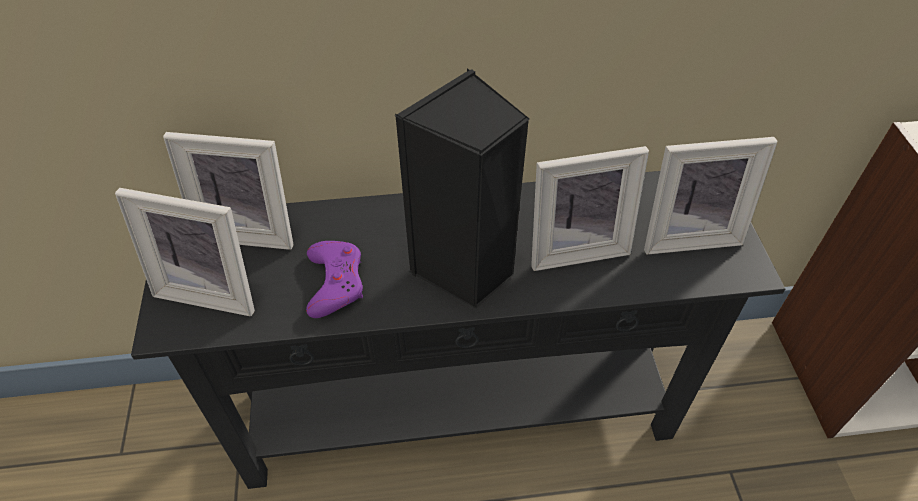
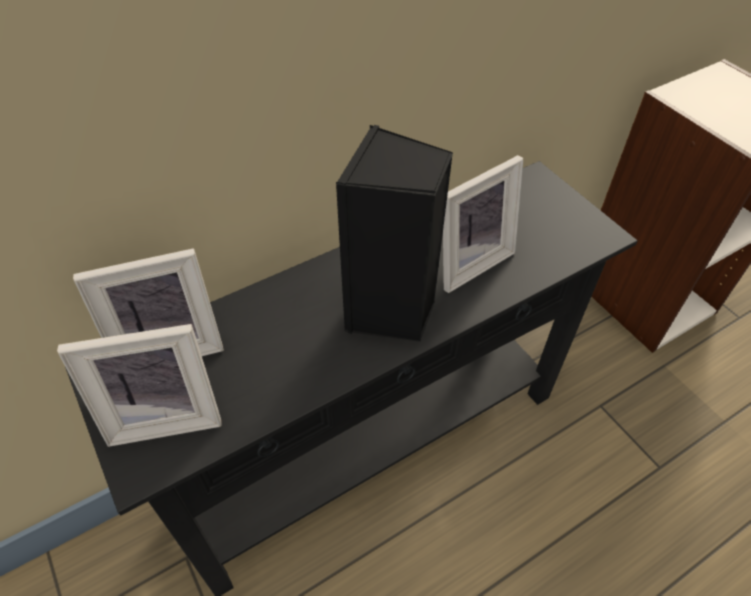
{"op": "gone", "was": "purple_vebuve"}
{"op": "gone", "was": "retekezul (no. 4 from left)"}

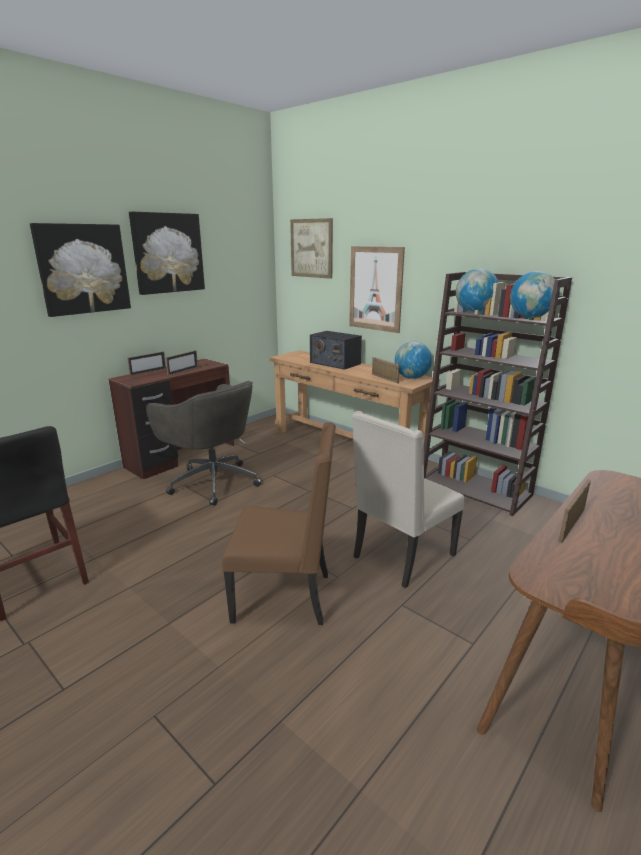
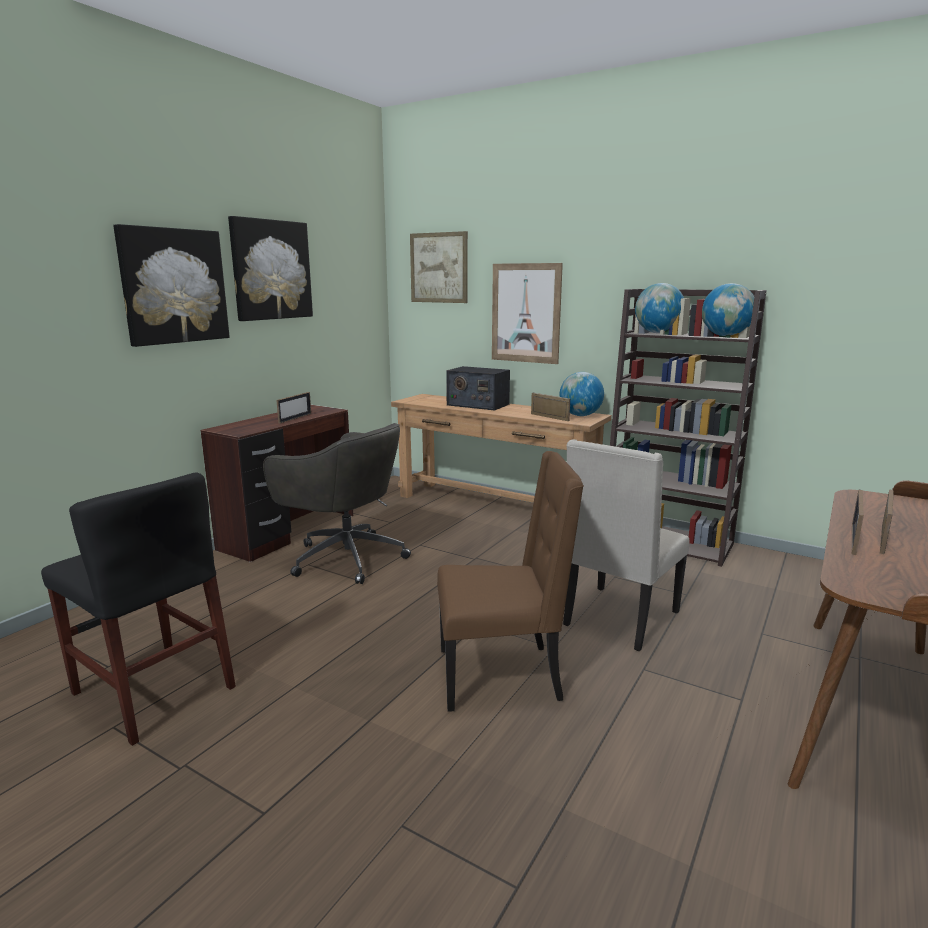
{"op": "shifted", "was": "retekezul (no. 1 from left in the first image)", "now": "retekezul (no. 4 from left)"}

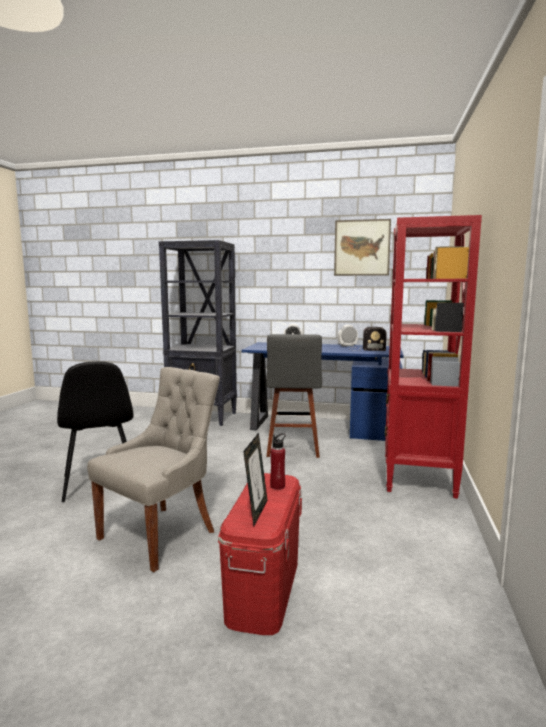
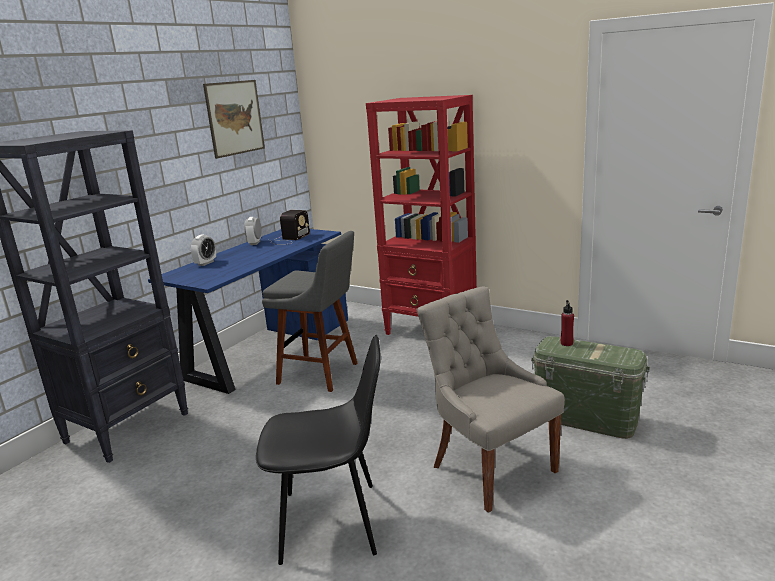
{"op": "repainted", "was": "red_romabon", "now": "green_romabon"}
{"op": "gone", "was": "retekezul"}

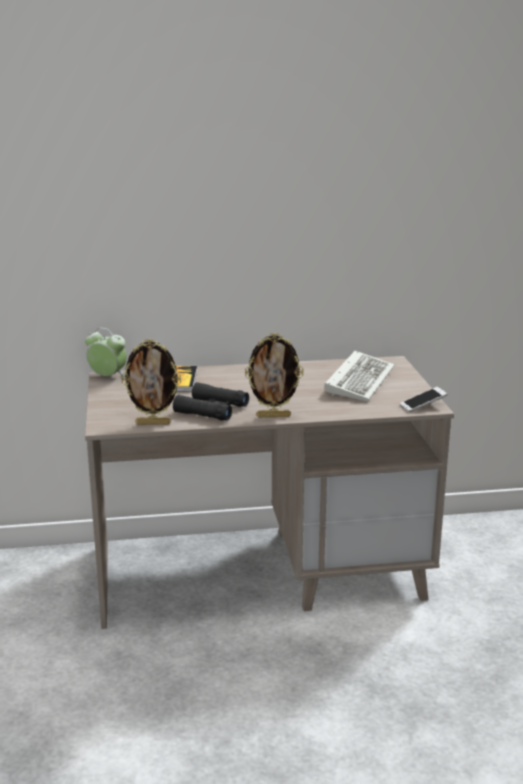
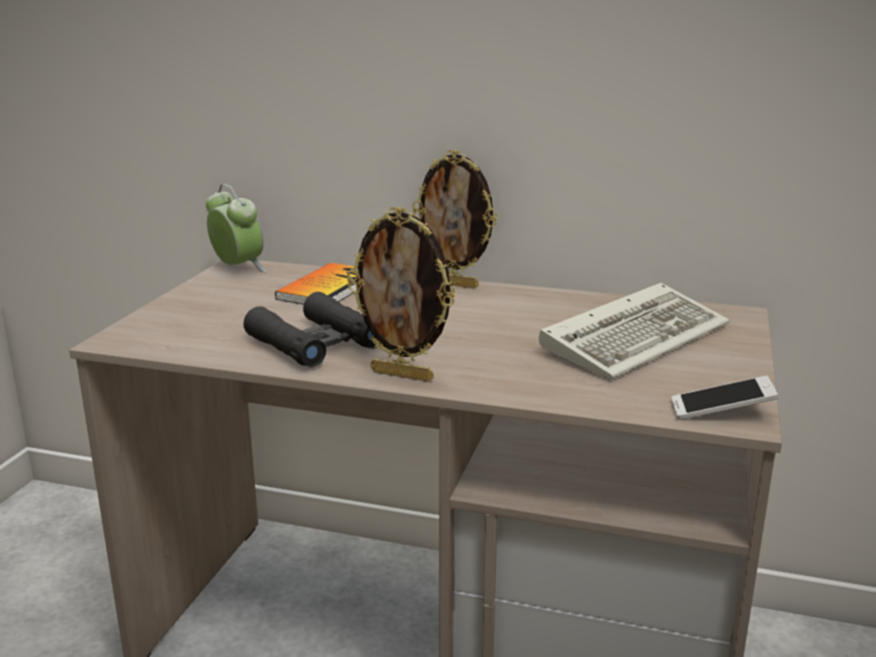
{"op": "shifted", "was": "retekezul (no. 1 from left in the first image)", "now": "retekezul (no. 2 from left)"}

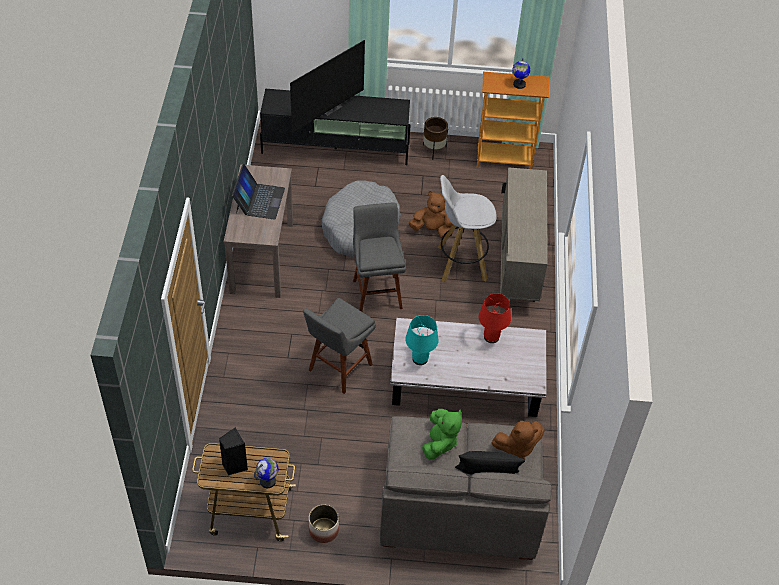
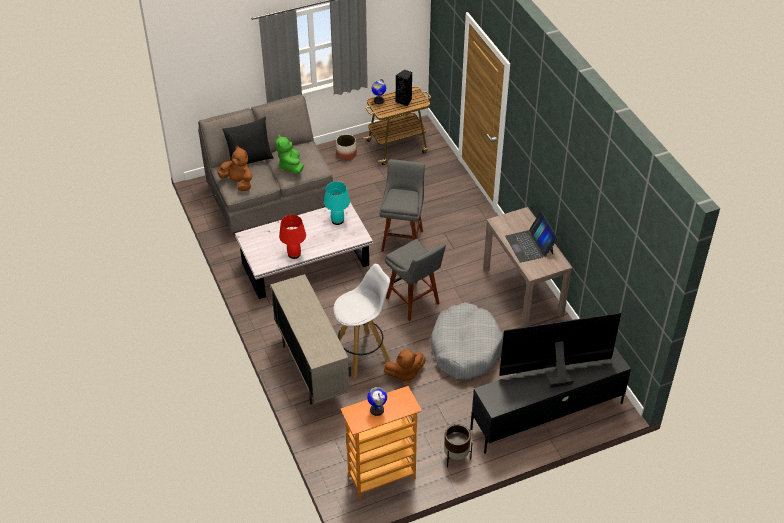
{"op": "rotated", "was": "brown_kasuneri (no. 2 from left in the first image)", "clockwise": 75}
{"op": "rotated", "was": "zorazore", "clockwise": 60}

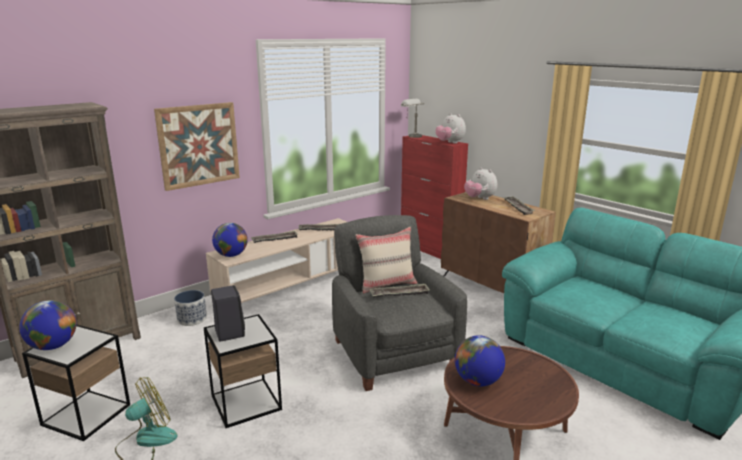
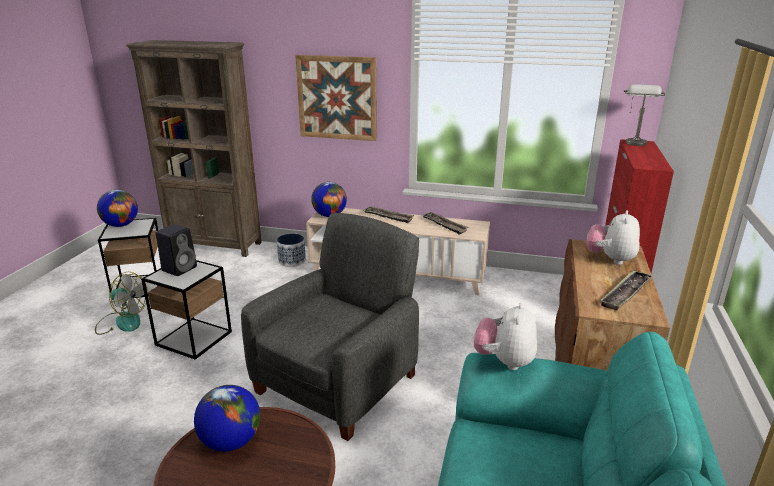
{"op": "shifted", "was": "kasuneri (no. 1 from left)"}
{"op": "gone", "was": "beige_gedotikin"}
{"op": "gone", "was": "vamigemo (no. 3 from left)"}

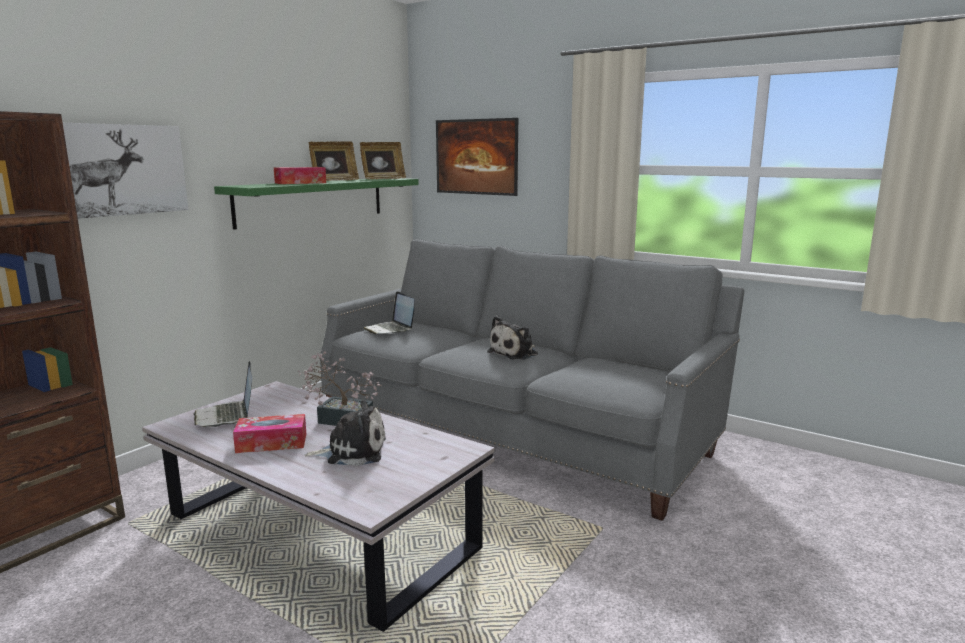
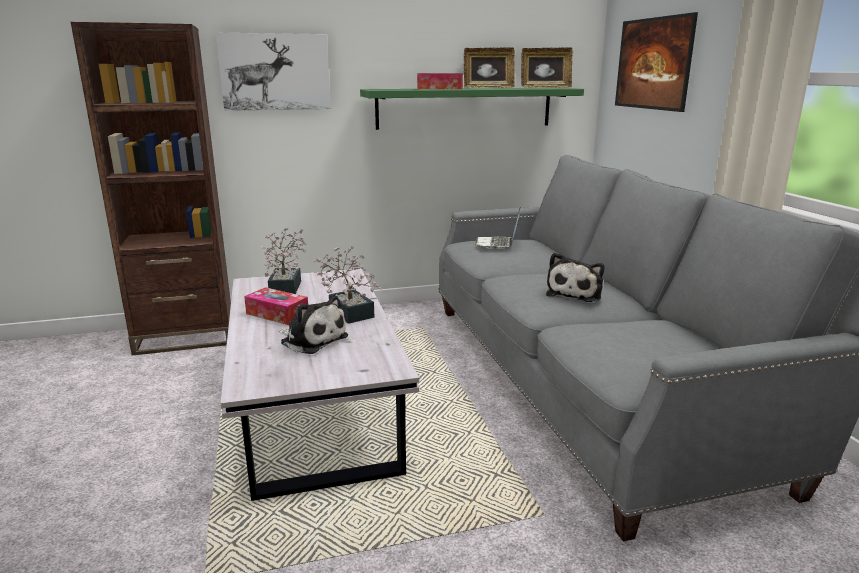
{"op": "swapped", "was": "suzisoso (no. 1 from left)", "now": "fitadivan (no. 1 from left)"}
{"op": "rotated", "was": "kasuneri (no. 2 from left)", "clockwise": -60}

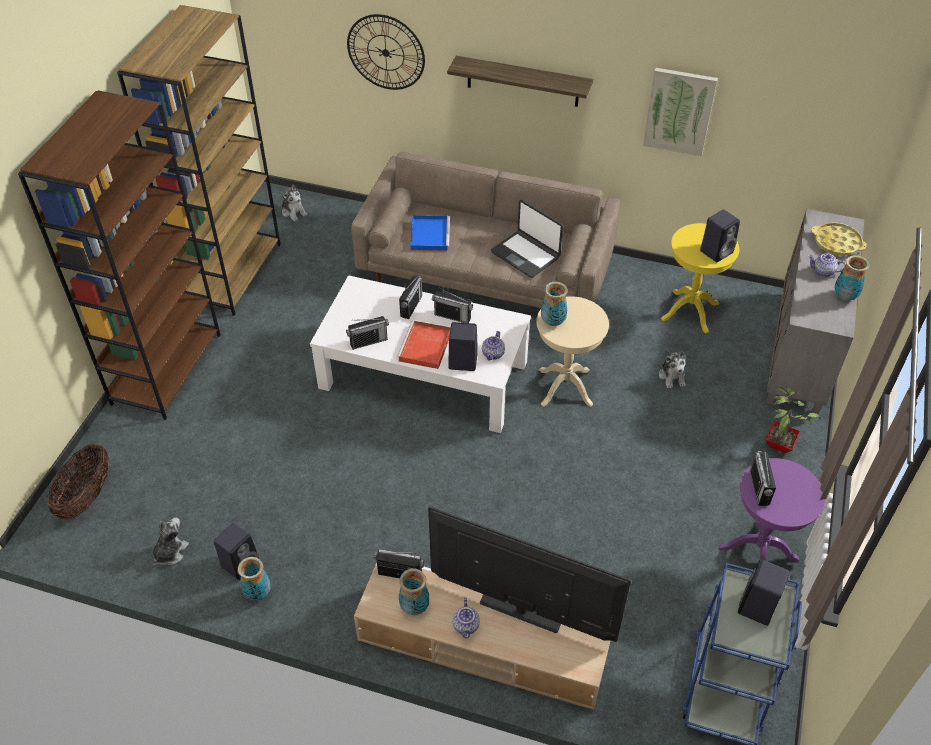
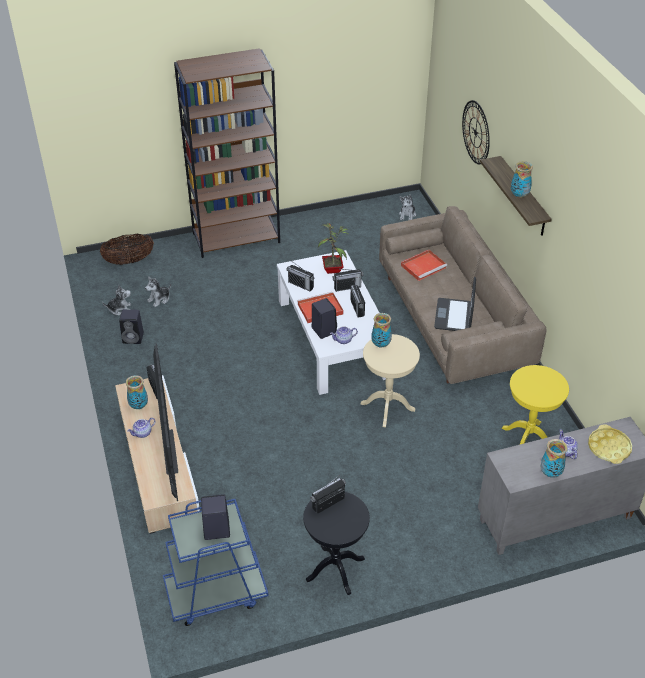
{"op": "shifted", "was": "kasuneri (no. 3 from left in the first image)", "now": "kasuneri (no. 2 from left)"}
{"op": "repainted", "was": "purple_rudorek", "now": "black_rudorek"}
{"op": "shifted", "was": "fitadivan"}
{"op": "repainted", "was": "blue_vamigemo", "now": "red_vamigemo (no. 2 from left)"}
{"op": "shifted", "was": "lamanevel (no. 1 from left in the first image)", "now": "lamanevel (no. 3 from left)"}
{"op": "gone", "was": "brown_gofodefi (no. 2 from left)"}
{"op": "gone", "was": "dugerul"}
{"op": "gone", "was": "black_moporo (no. 3 from left)"}

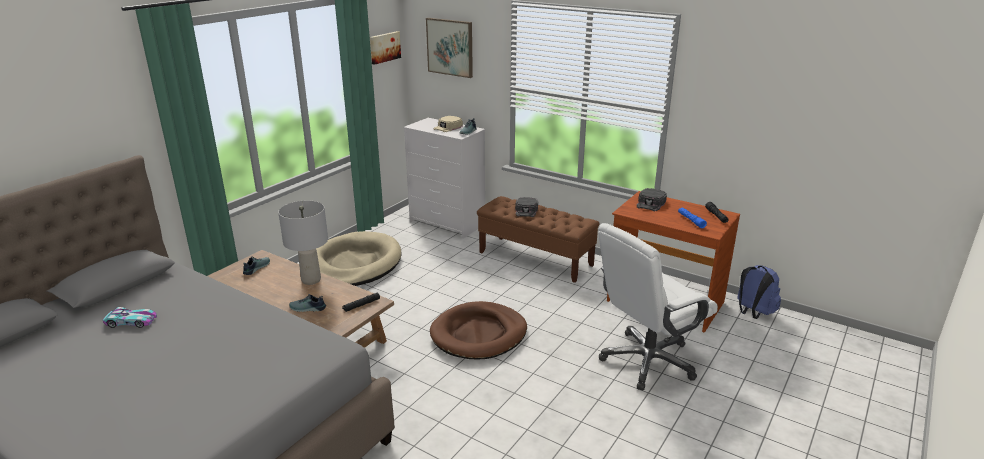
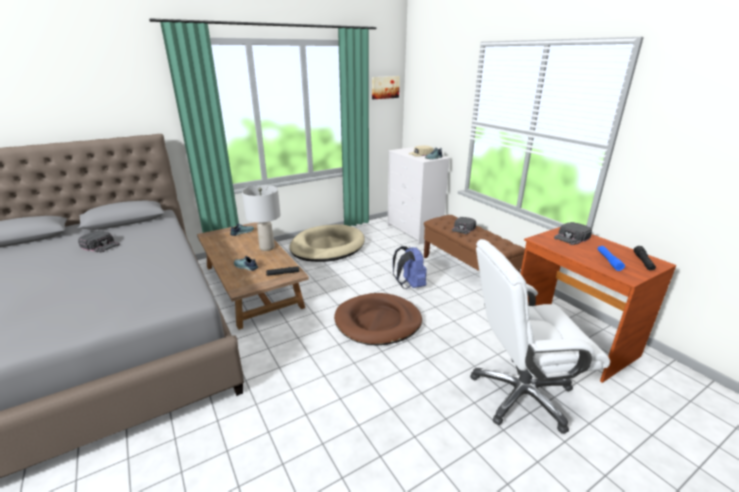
{"op": "swapped", "was": "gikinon", "now": "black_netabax (no. 1 from left)"}
{"op": "shifted", "was": "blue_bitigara"}
{"op": "gone", "was": "dugerul (no. 2 from left)"}

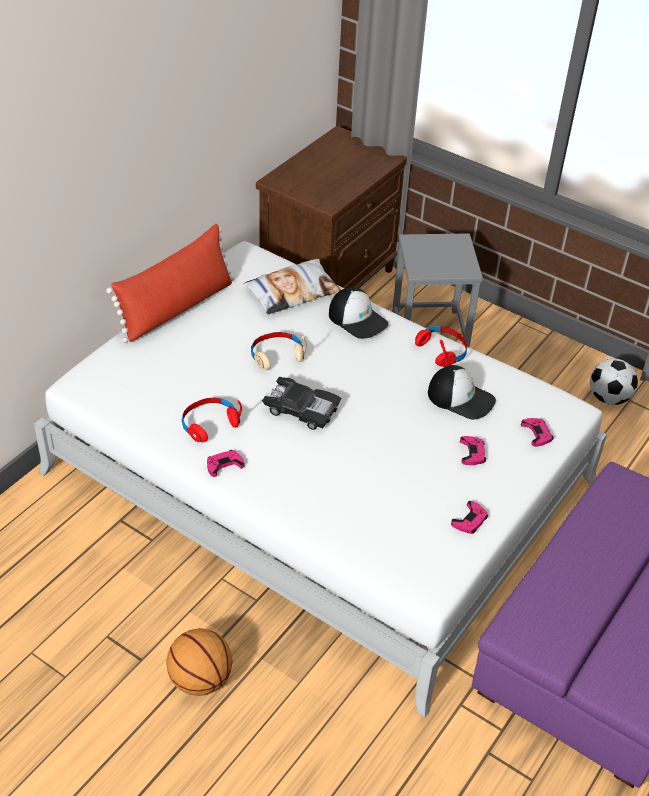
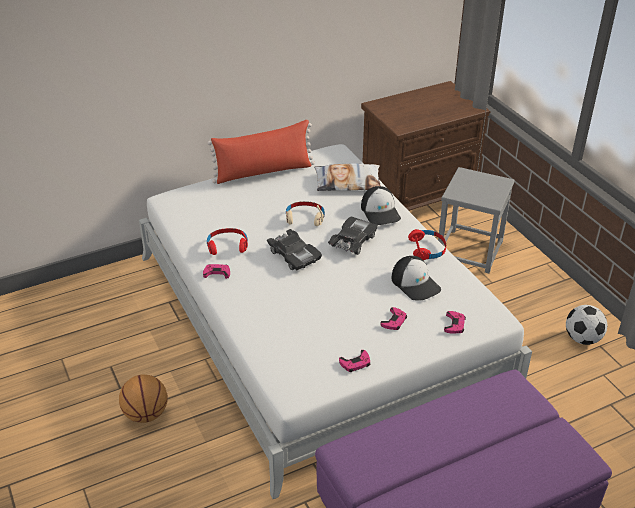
{"op": "new", "now": "black_gikinon (no. 2 from left)"}

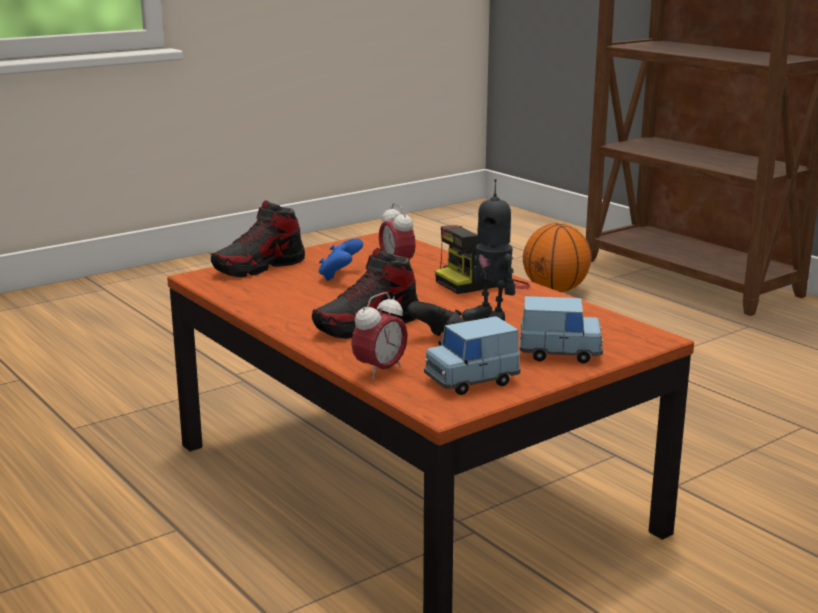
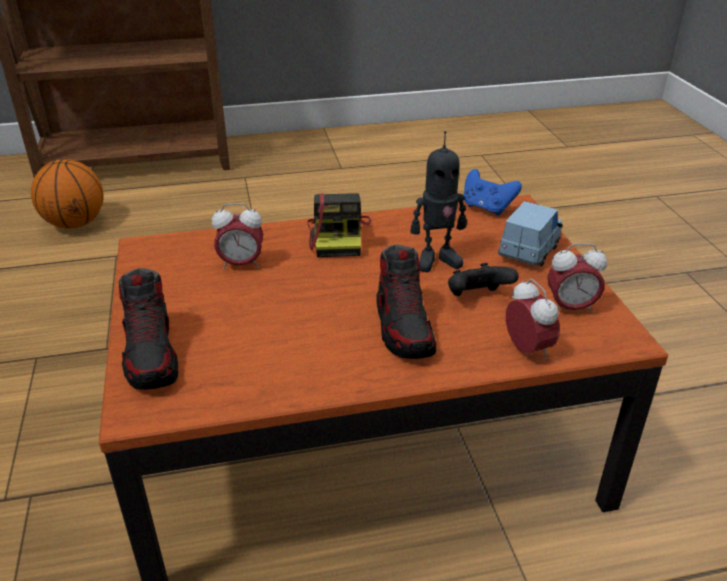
{"op": "shifted", "was": "blue_vebuve"}
{"op": "swapped", "was": "blue_gikinon (no. 1 from left)", "now": "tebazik (no. 3 from left)"}

